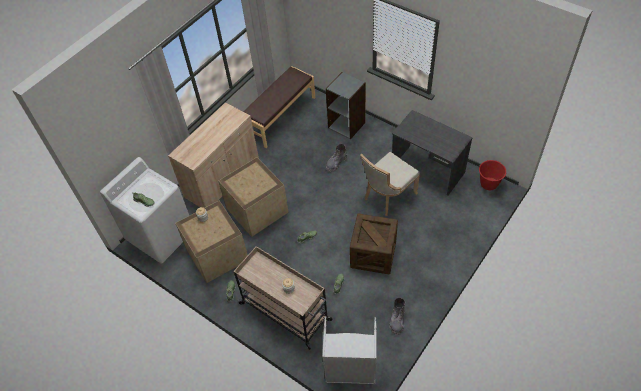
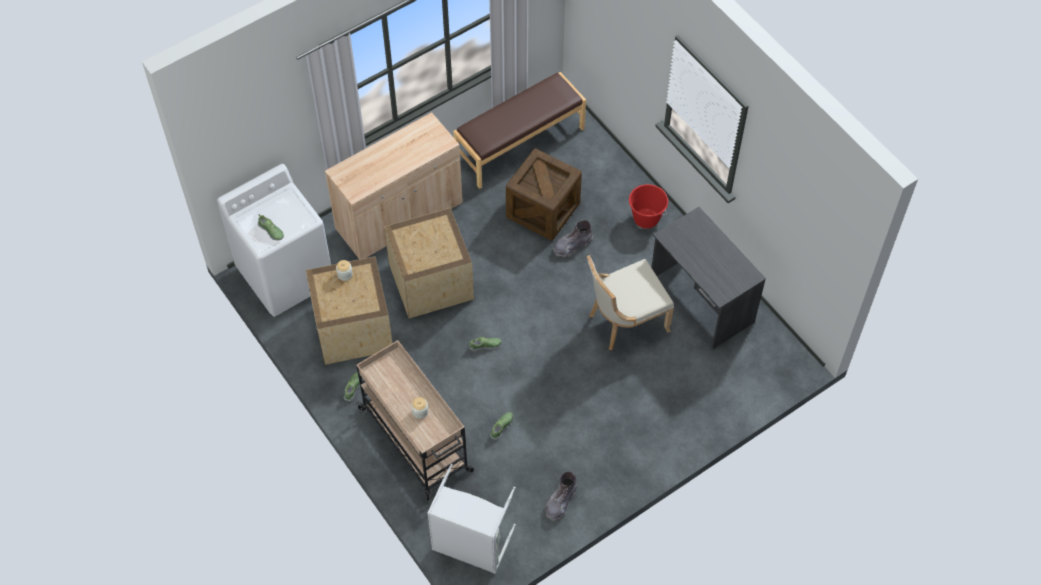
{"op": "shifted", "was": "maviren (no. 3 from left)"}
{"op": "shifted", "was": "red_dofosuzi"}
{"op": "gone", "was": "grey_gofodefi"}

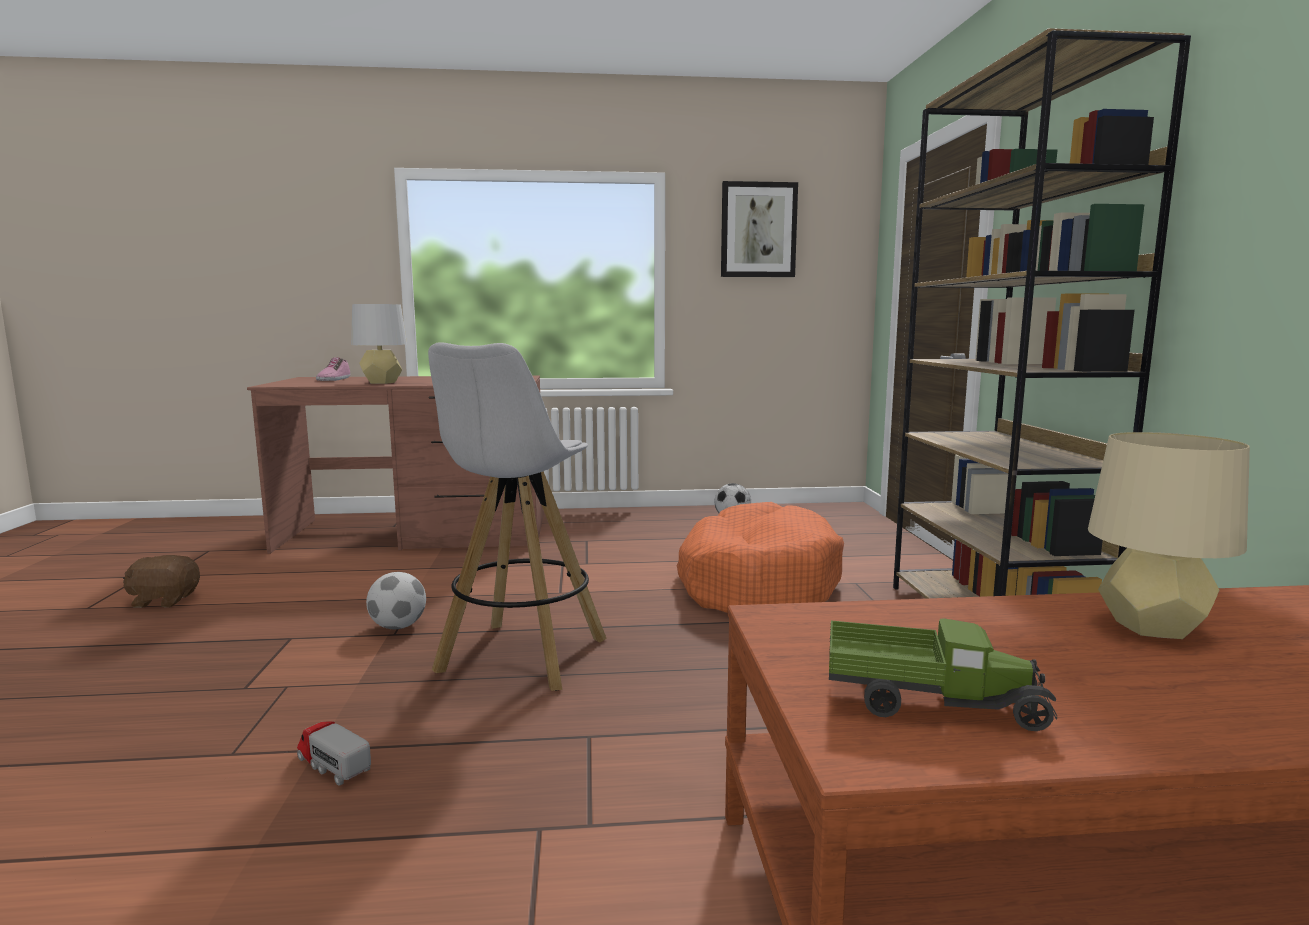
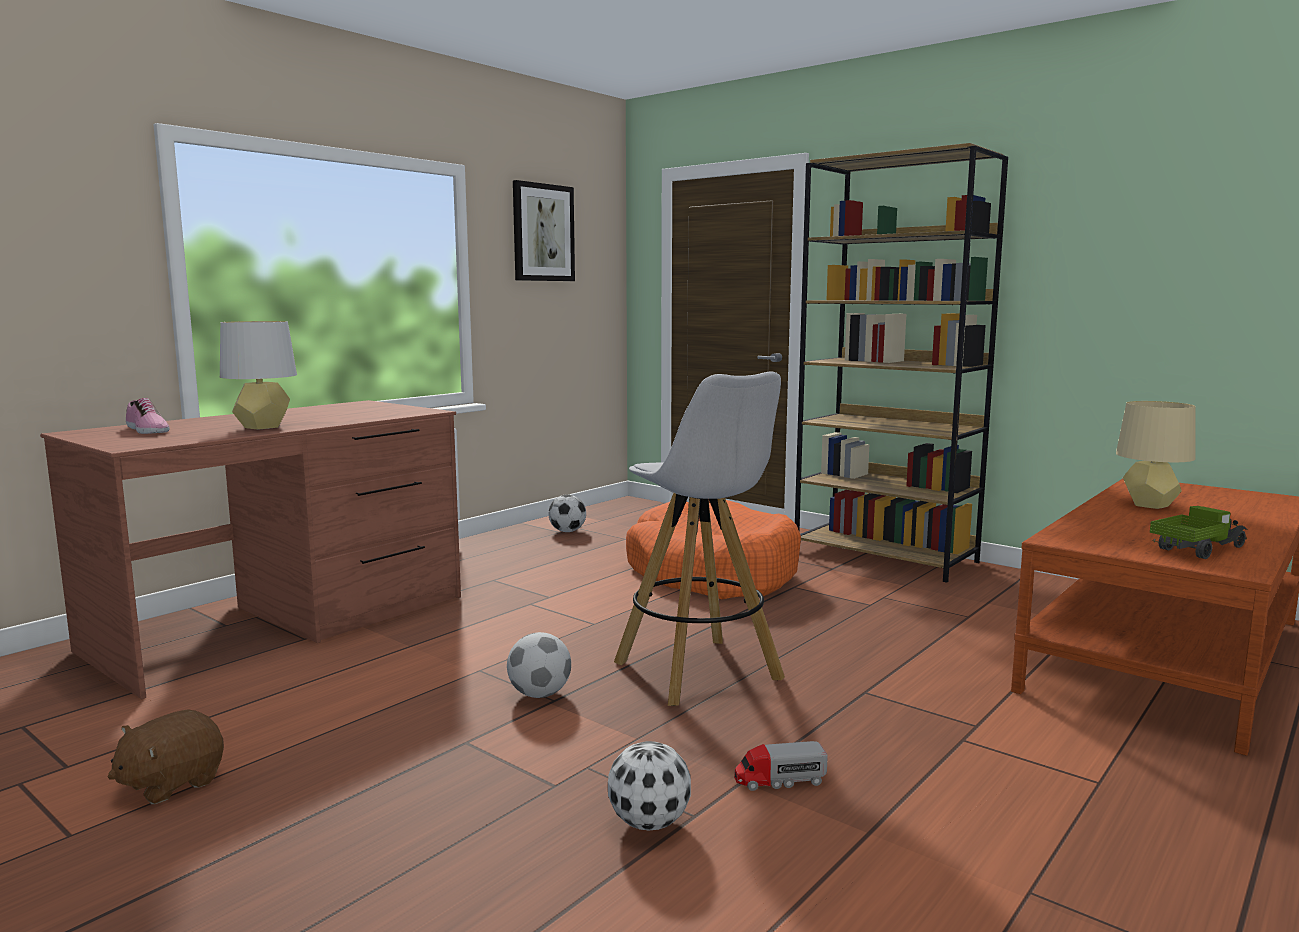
{"op": "new", "now": "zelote (no. 3 from left)"}

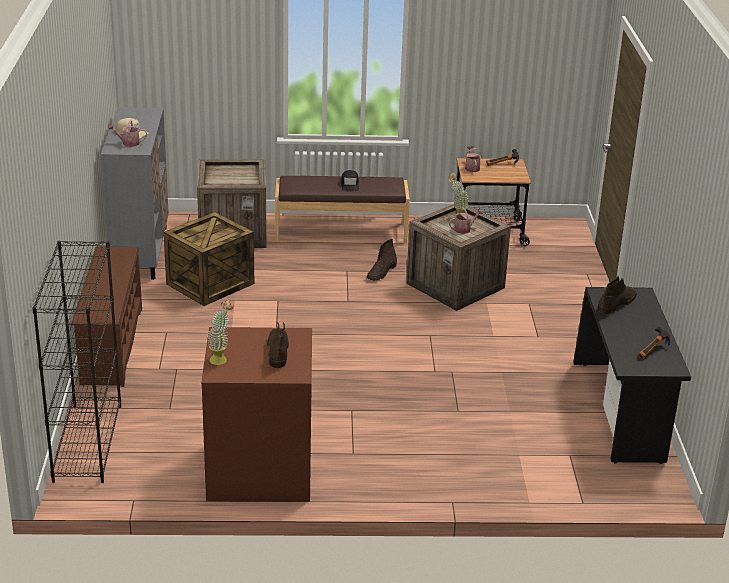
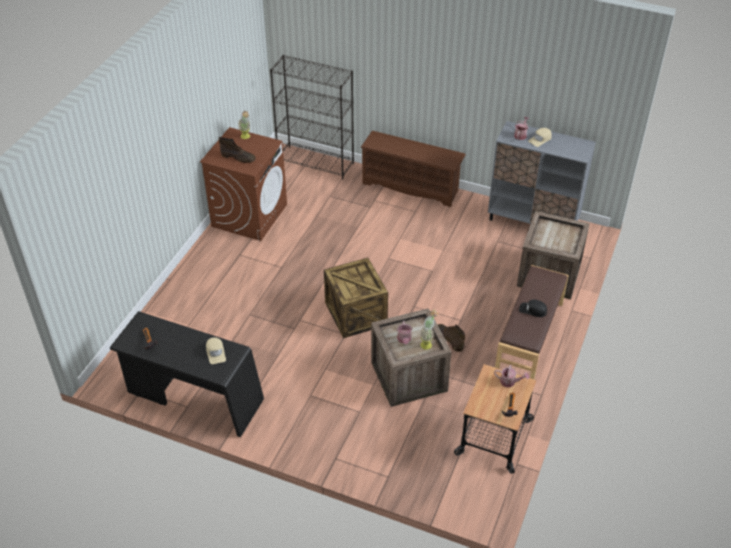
{"op": "swapped", "was": "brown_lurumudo (no. 3 from left)", "now": "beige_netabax (no. 1 from left)"}
{"op": "shifted", "was": "maviren (no. 1 from left)"}

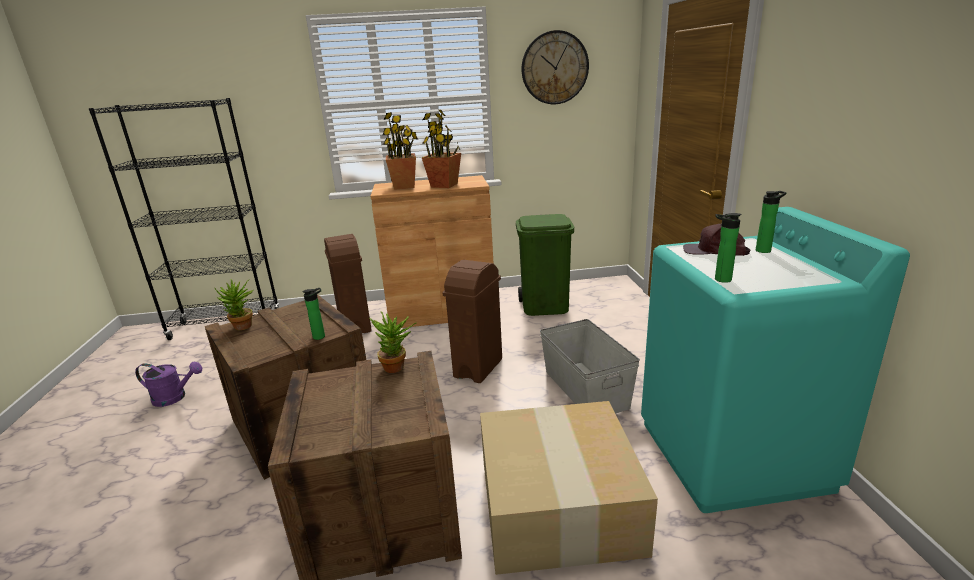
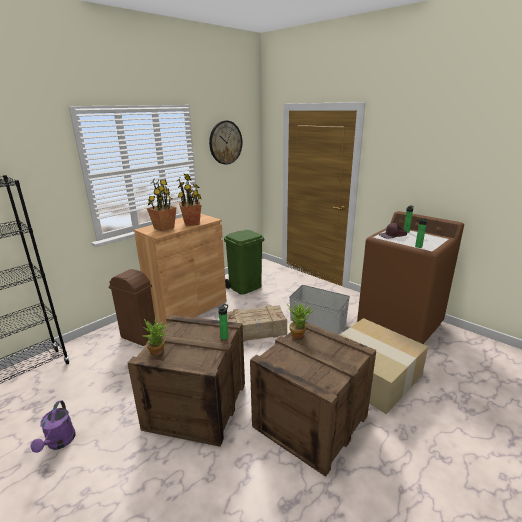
{"op": "rotated", "was": "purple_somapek", "clockwise": 120}
{"op": "swapped", "was": "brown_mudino (no. 2 from left)", "now": "maviren (no. 2 from left)"}
{"op": "repainted", "was": "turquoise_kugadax", "now": "brown_kugadax"}

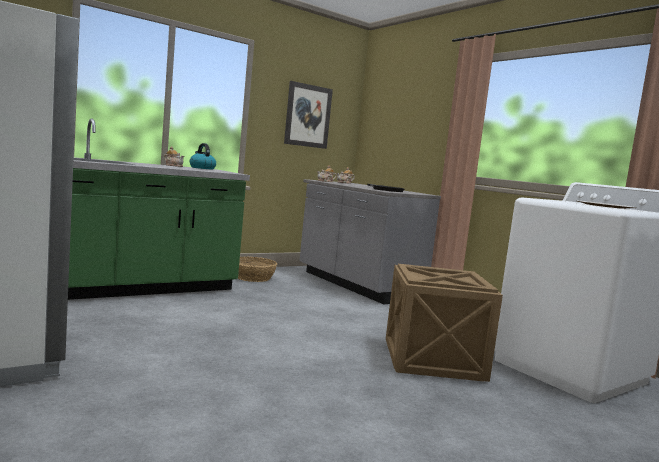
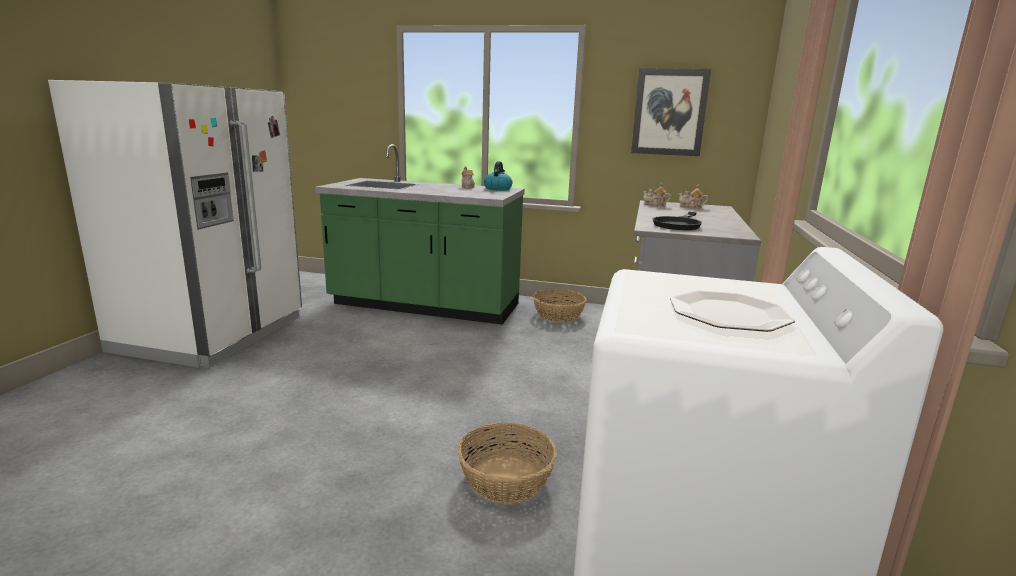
{"op": "swapped", "was": "maviren", "now": "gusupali (no. 1 from left)"}

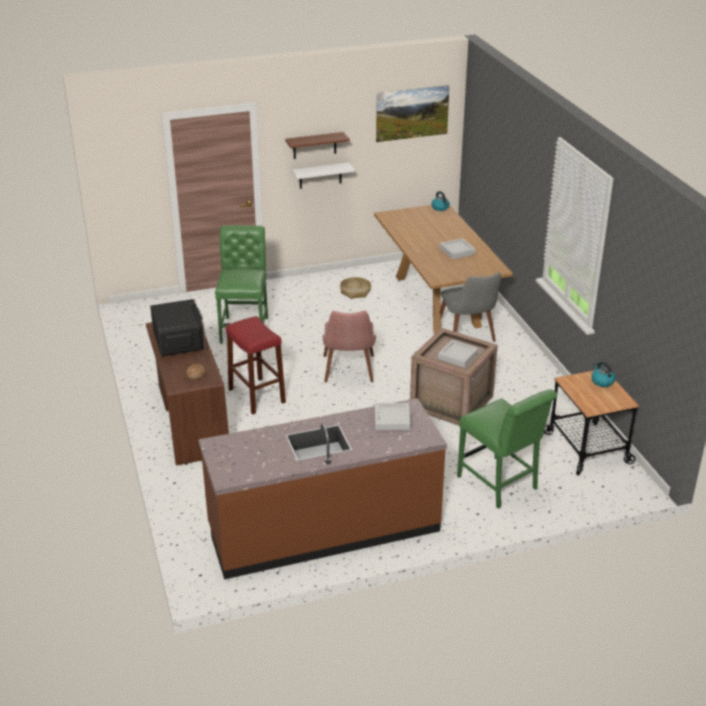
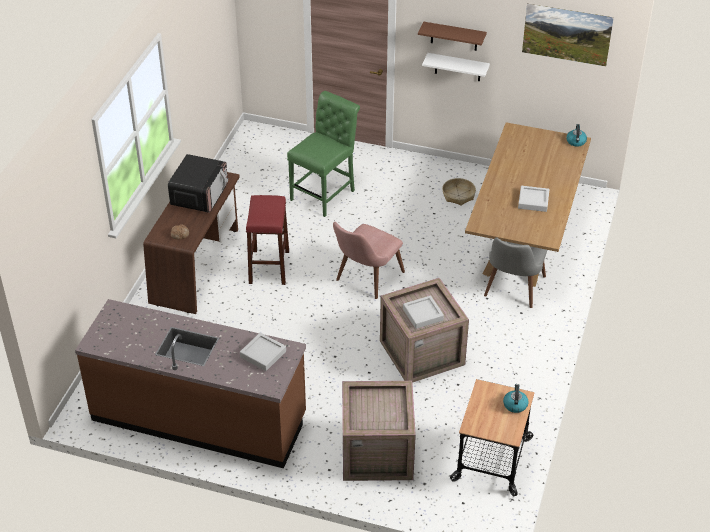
{"op": "swapped", "was": "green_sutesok (no. 2 from left)", "now": "maviren (no. 1 from left)"}

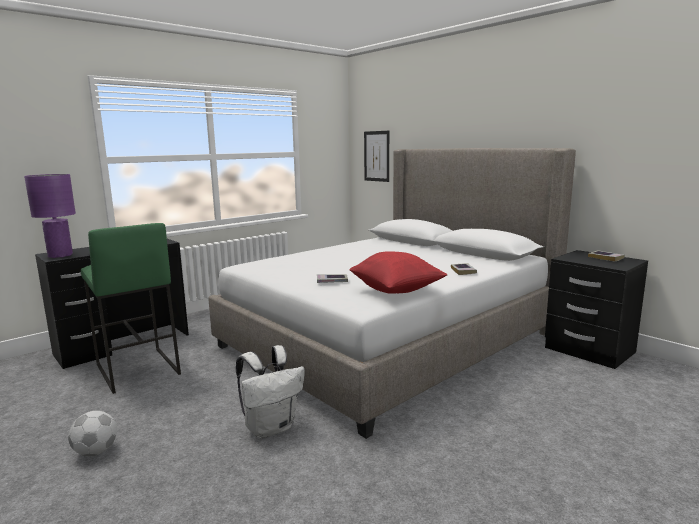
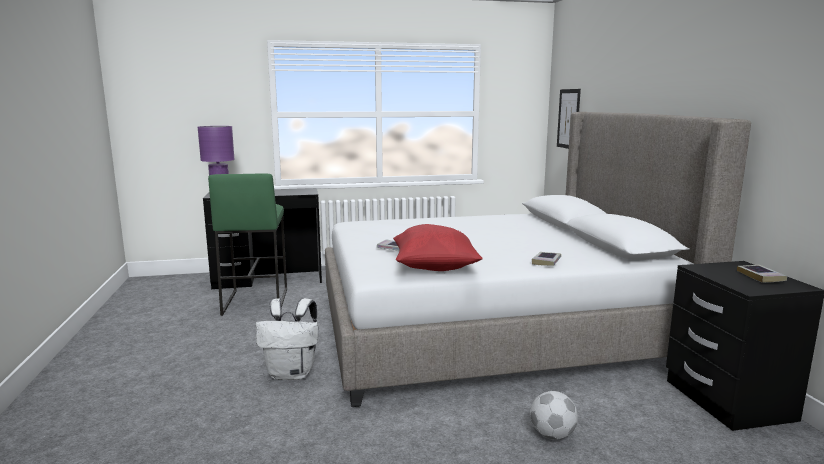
{"op": "shifted", "was": "zelote"}

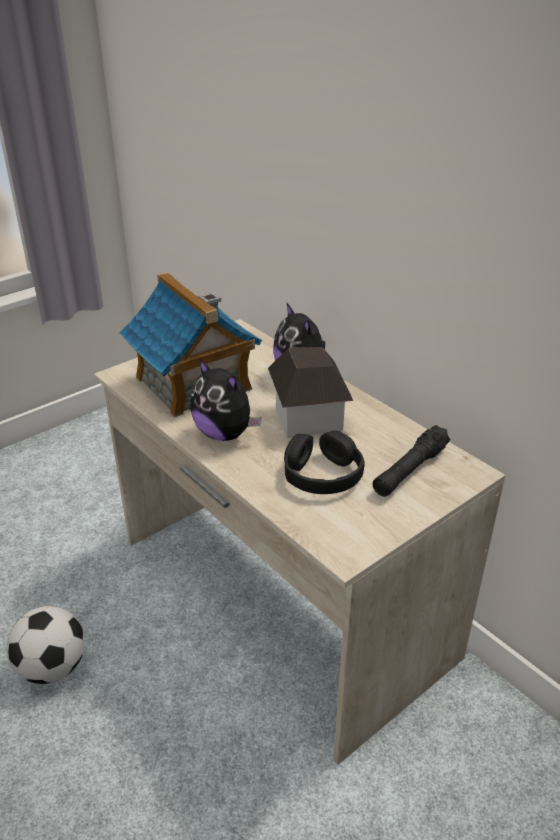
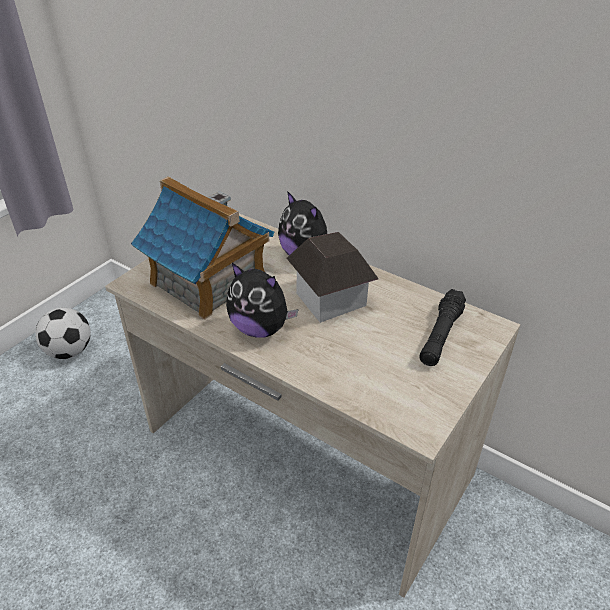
{"op": "shifted", "was": "zelote"}
{"op": "gone", "was": "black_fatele"}

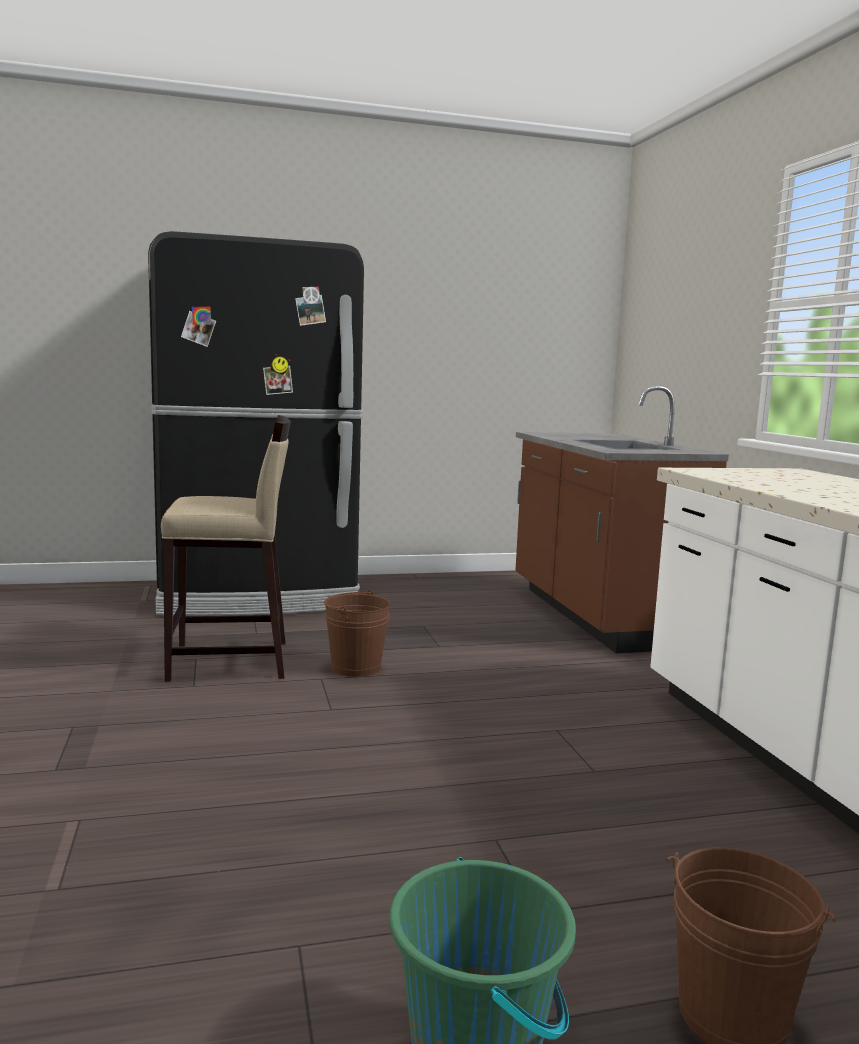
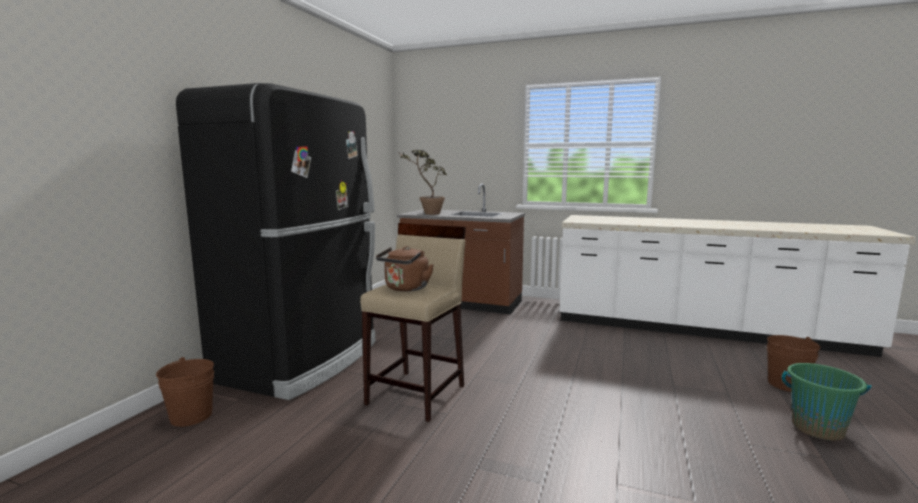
{"op": "shifted", "was": "brown_dofosuzi (no. 1 from left)"}
{"op": "new", "now": "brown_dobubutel"}
{"op": "new", "now": "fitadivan"}

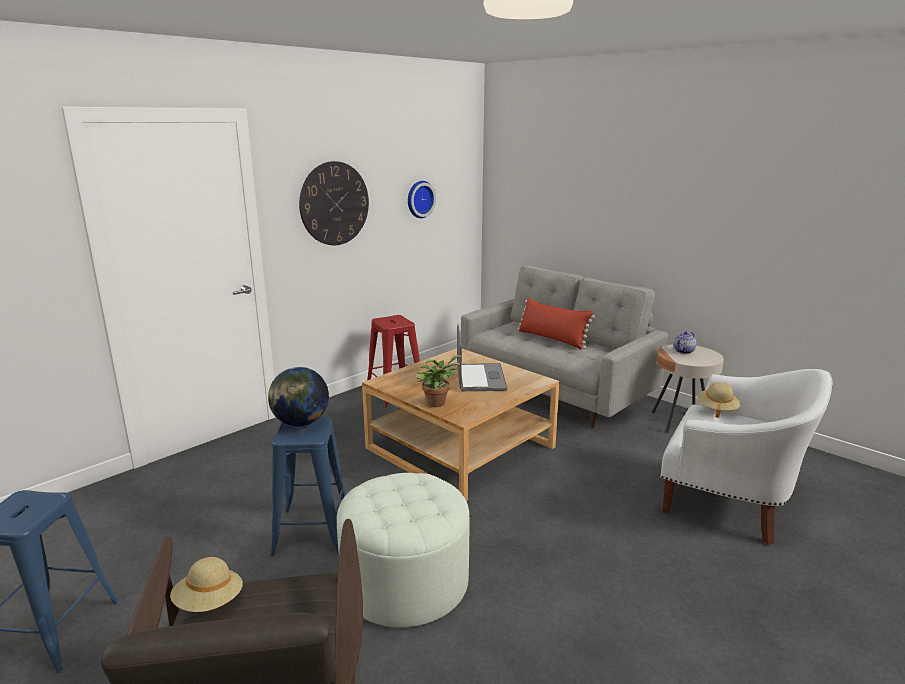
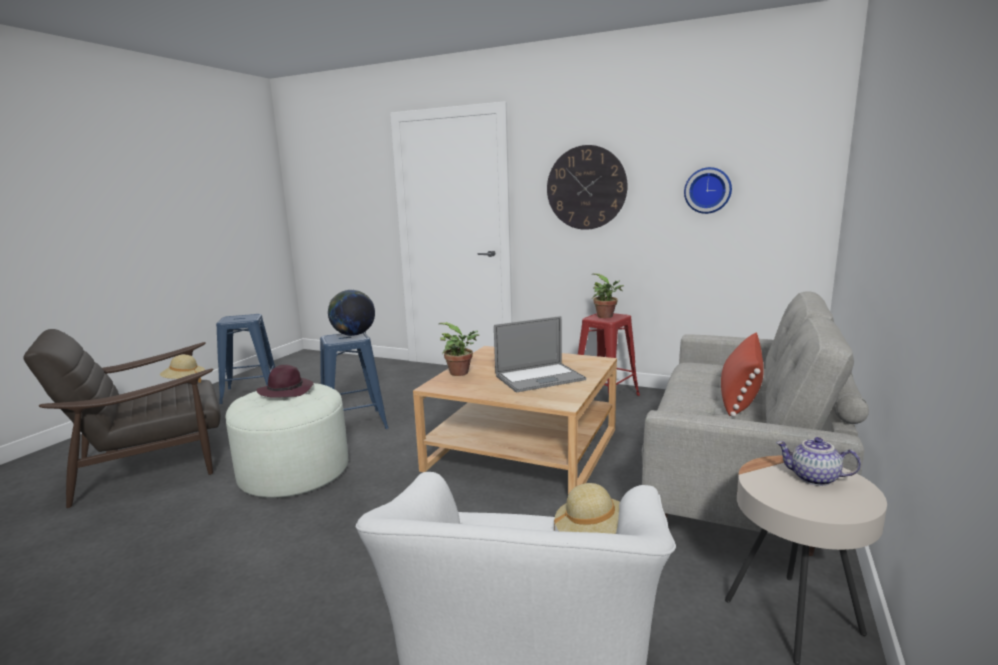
{"op": "new", "now": "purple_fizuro"}
{"op": "new", "now": "fitadivan (no. 2 from left)"}

